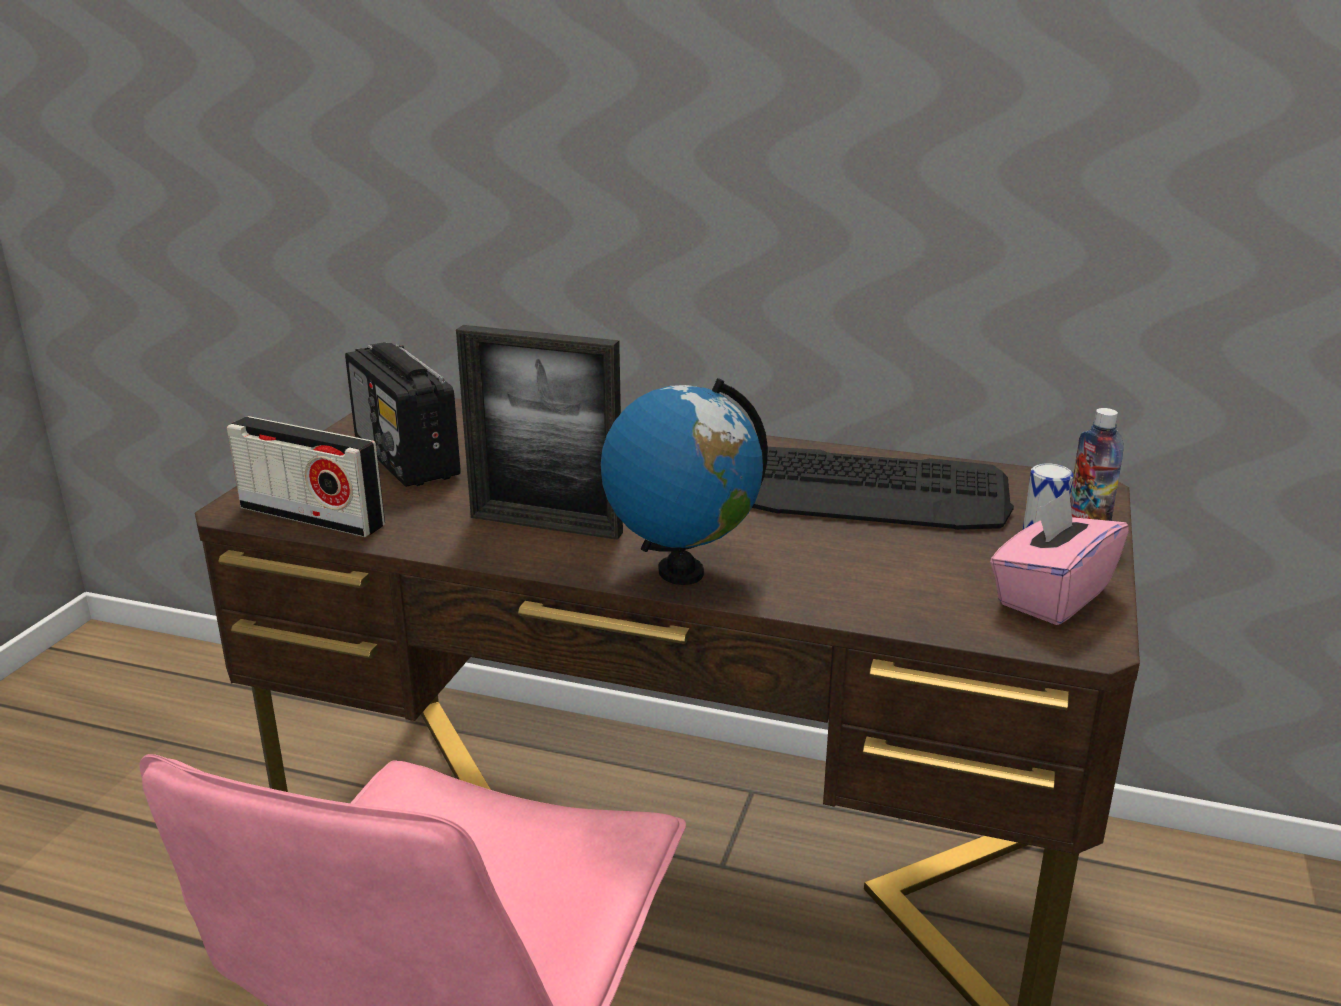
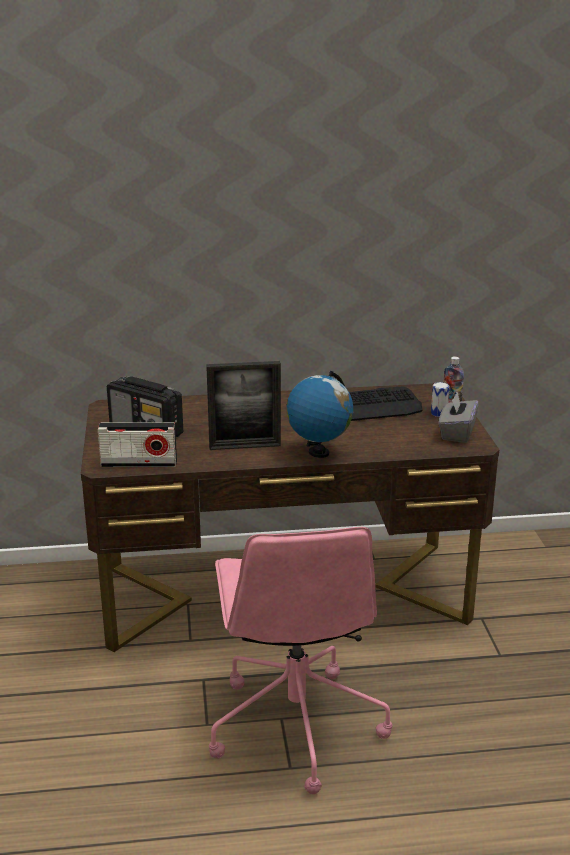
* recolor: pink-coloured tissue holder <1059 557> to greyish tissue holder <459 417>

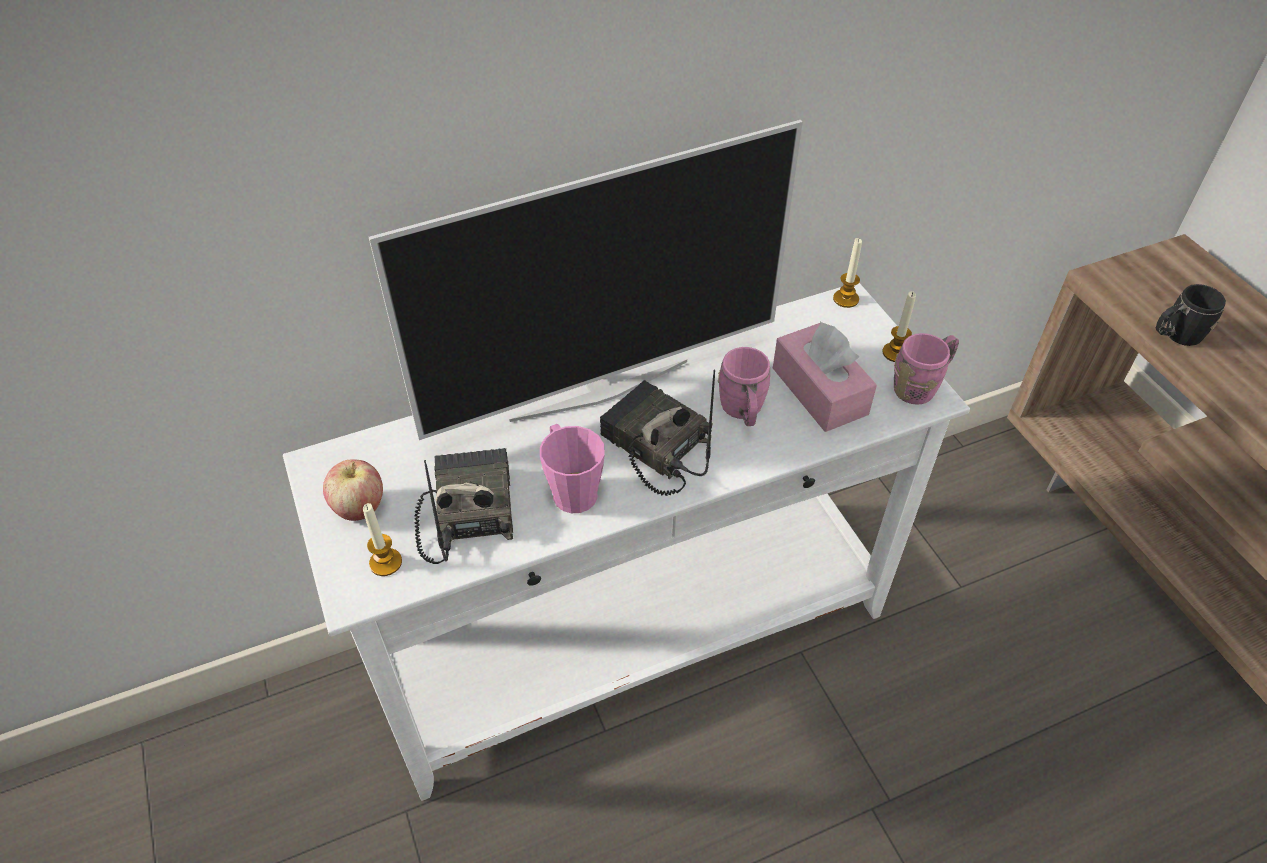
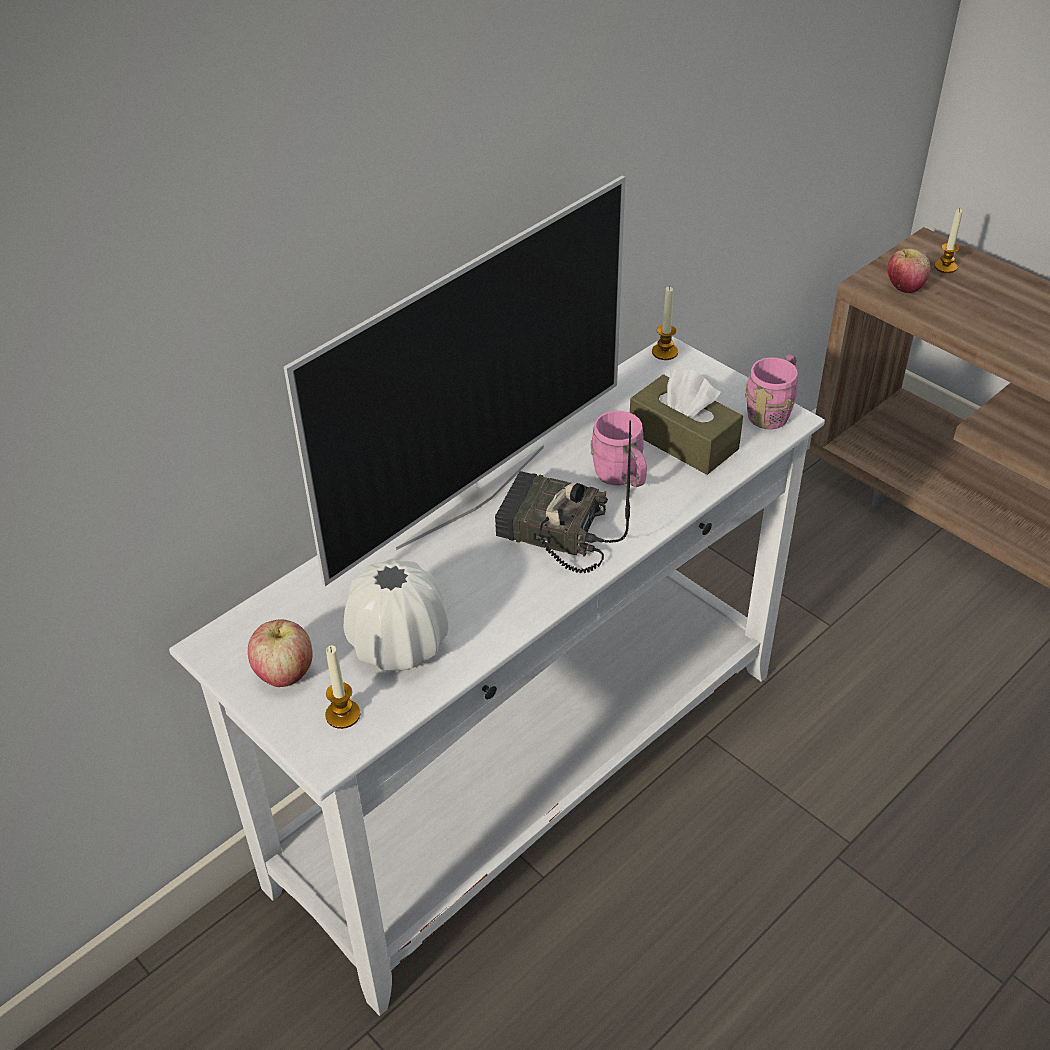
* delete: black-coloured mug <1191 315>
* move: wax candle <899 326> to <948 241>
* recolor: pink-coloured tissue holder <825 376> to brownish tissue holder <686 422>
* delete: pink-coloured mug <572 468>
* replace: radio set <463 506> to whitish flower vase <396 615>
* insert: apple <908 271>

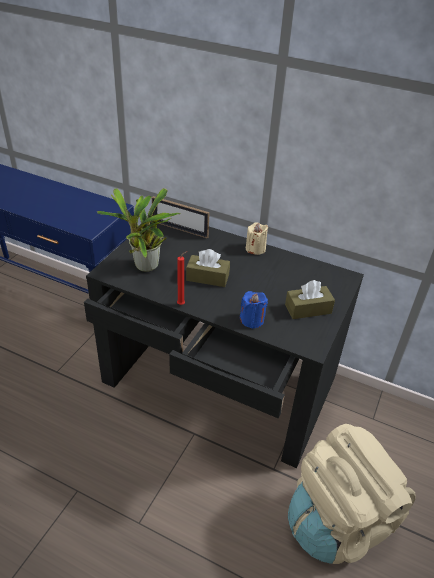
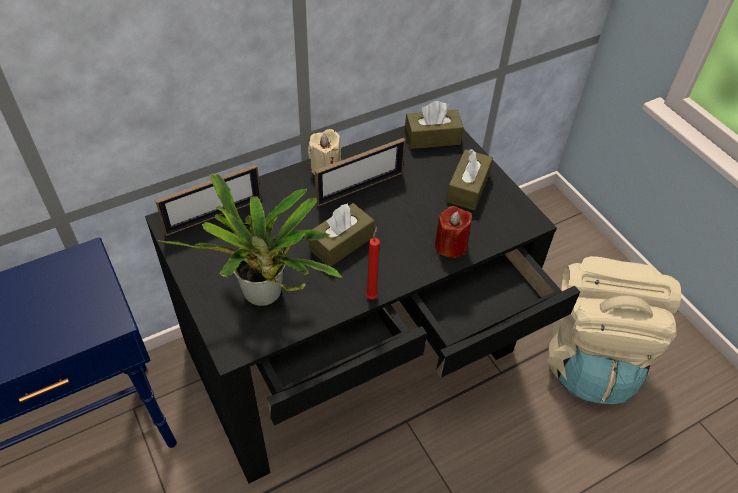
* recolor: blue wax candle <254 310> to red-coloured wax candle <453 232>
* insert: brownish tissue holder <434 125>
* insert: standing frame <360 172>

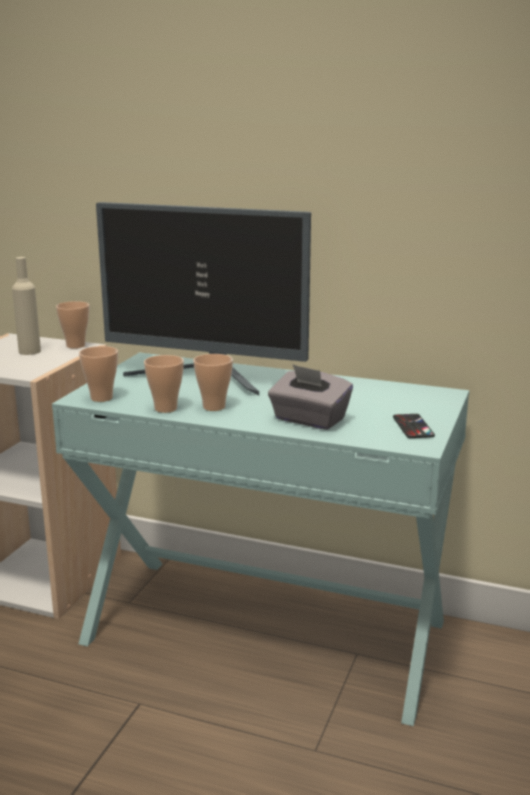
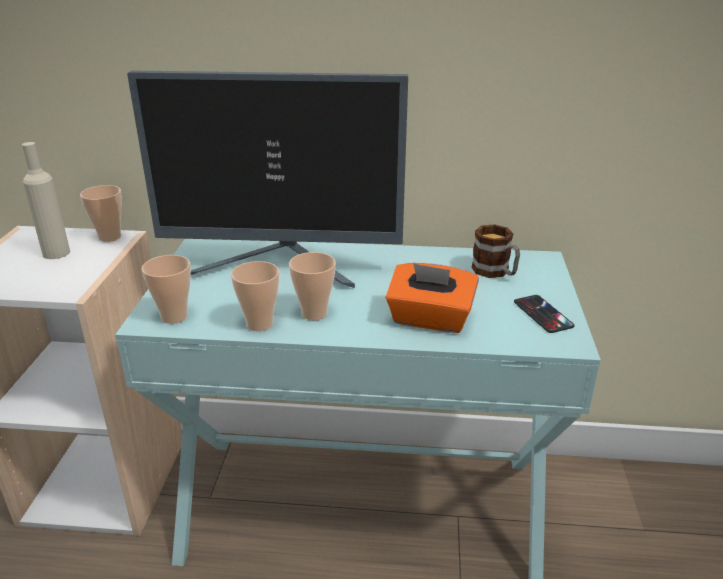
* recolor: greyish tissue holder <310 397> to orange-coloured tissue holder <432 298>
* insert: mug <495 251>

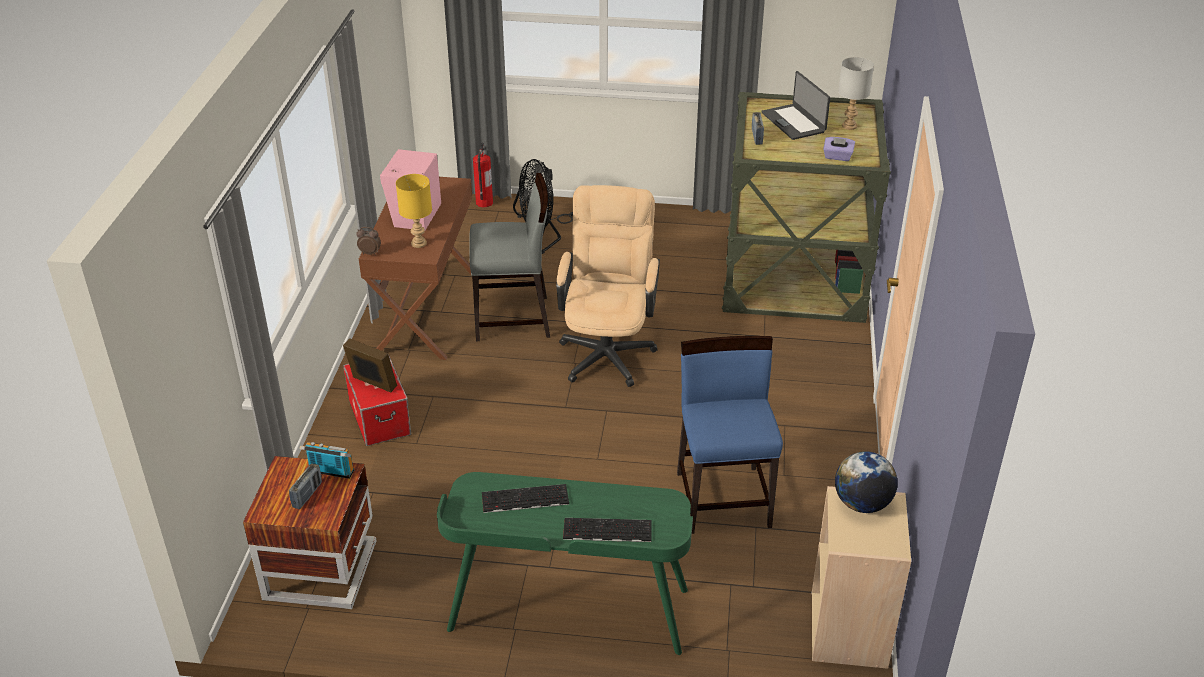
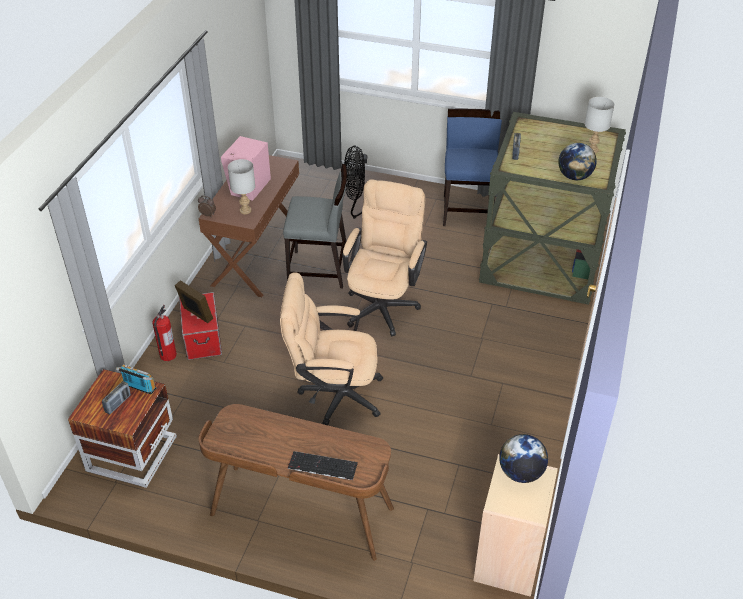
* delete: laptop <795 105>
* replace: purplish tissue holder <839 149> to globe <577 161>
* move: fire-fighting cylinder <483 174> to <164 333>
* recolor: yellow tabletop lamp <414 211> to greyish tabletop lamp <241 186>
* move: blue upright chair <730 435> to <472 167>
* recolor: green desk <565 563> to brownish desk <296 482>
* delete: computer keyboard <525 498>
* insert: beige computer chair <331 348>

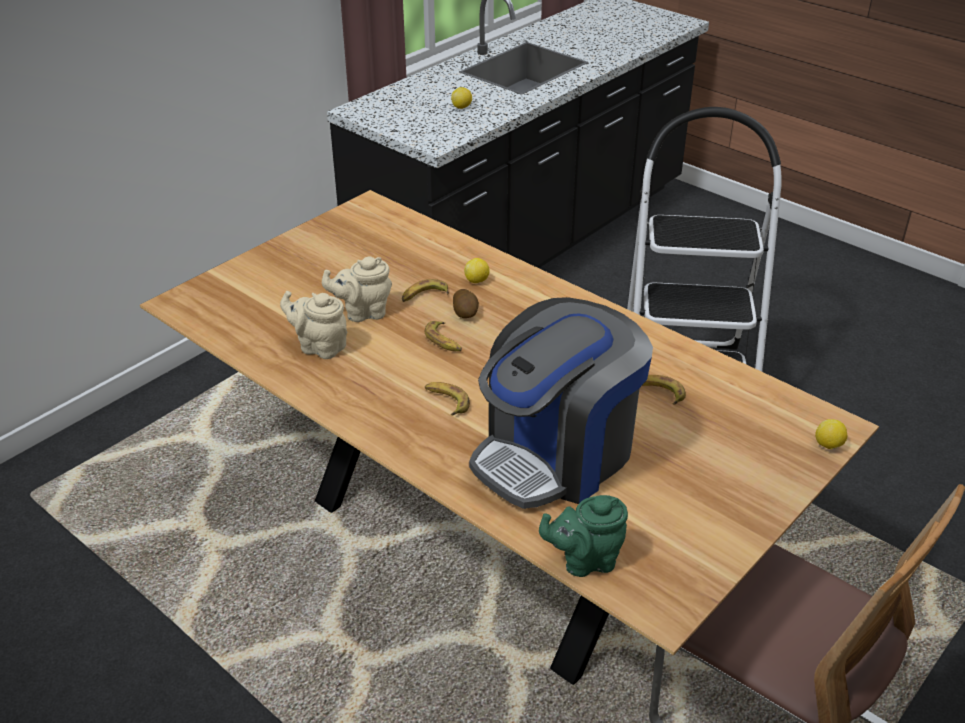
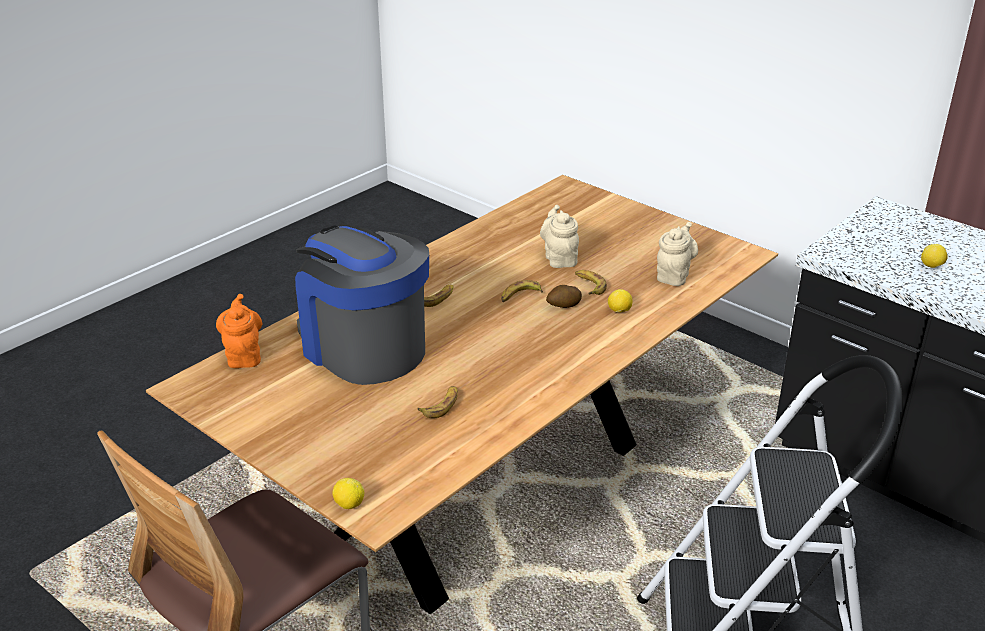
* move: beige tea pot <313 325> to <677 254>
* recolor: green tea pot <583 536> to orange-coloured tea pot <239 331>

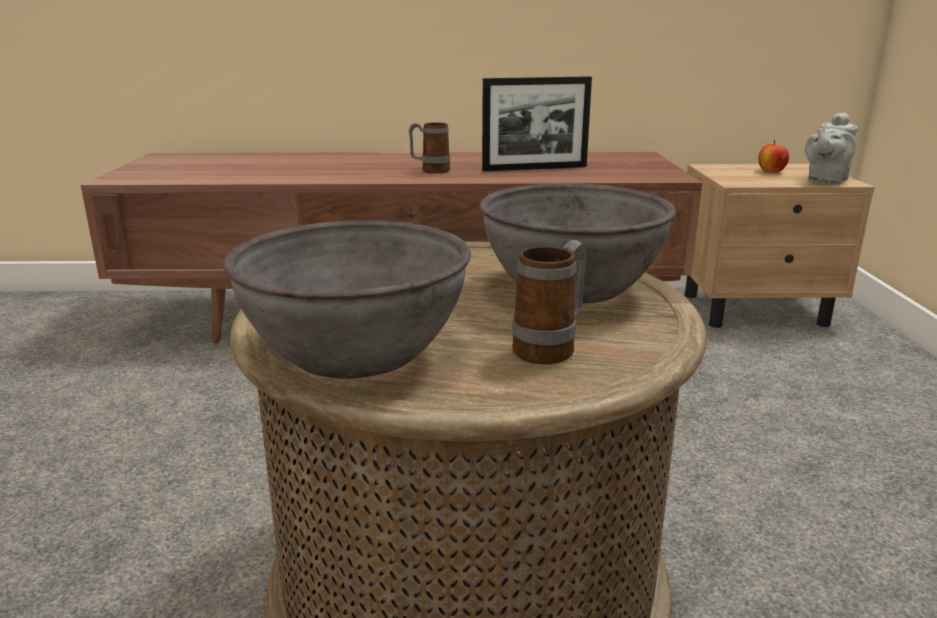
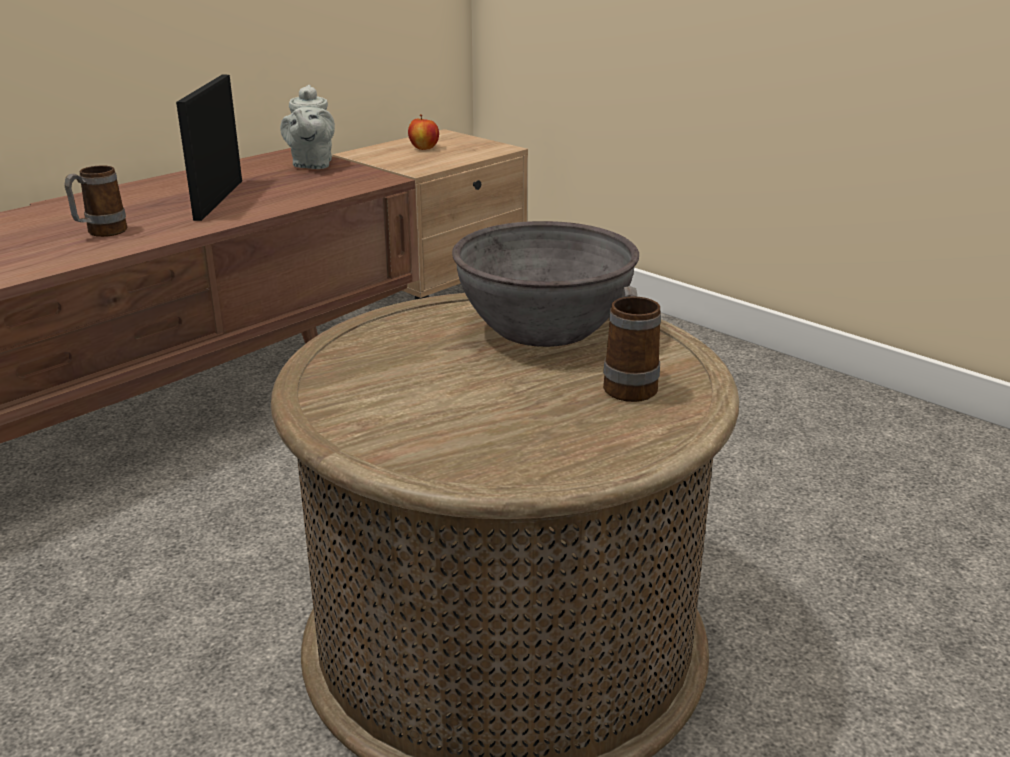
* rotate: standing frame <537 123> = <209 148> 150 degrees clockwise
* move: greyish tea pot <831 148> to <307 127>
* delete: greyish serving bowl <347 299>

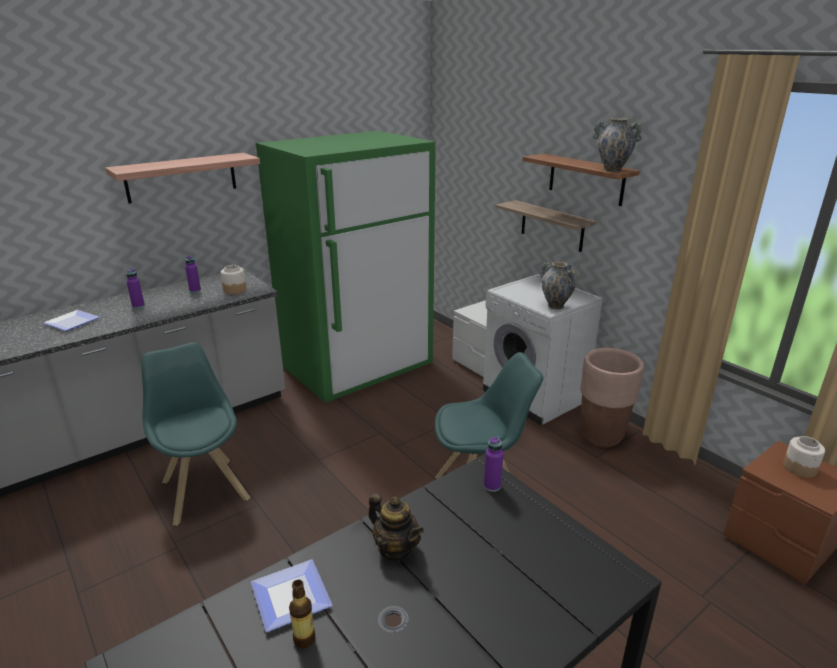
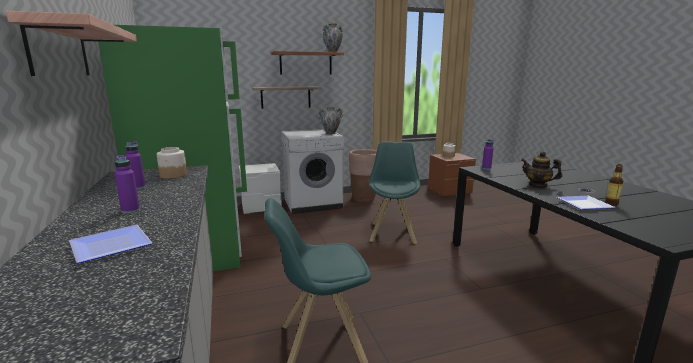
* rotate: tea pot <396 526> = <541 169> 120 degrees counterclockwise

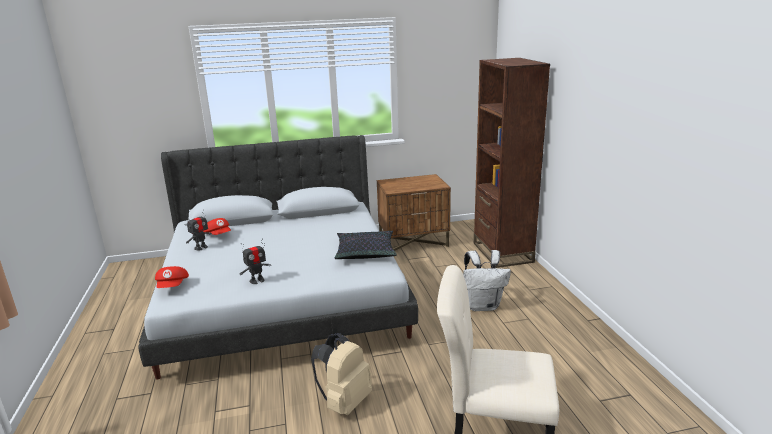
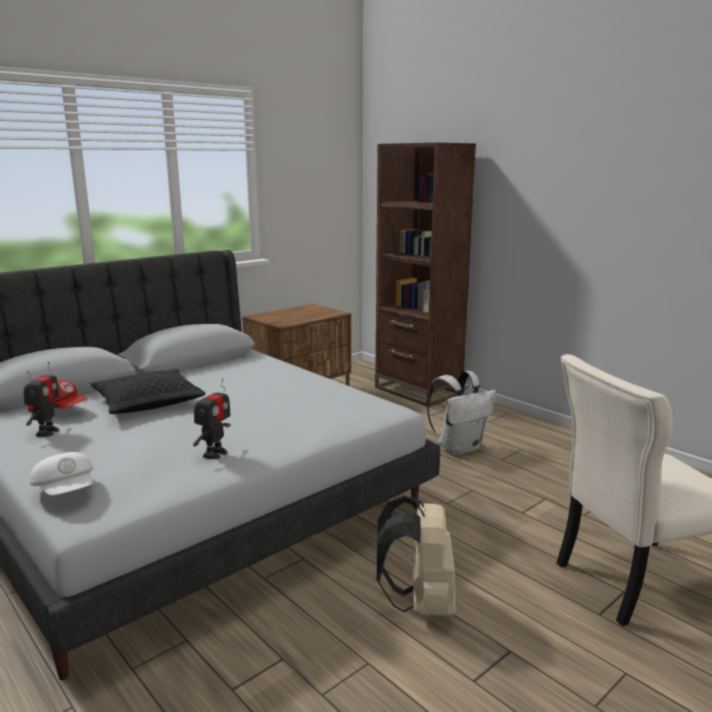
* move: black-coloured pillow <366 245> to <148 391>
* recolor: red-coloured peaked cap <172 277> to whitish peaked cap <62 473>

